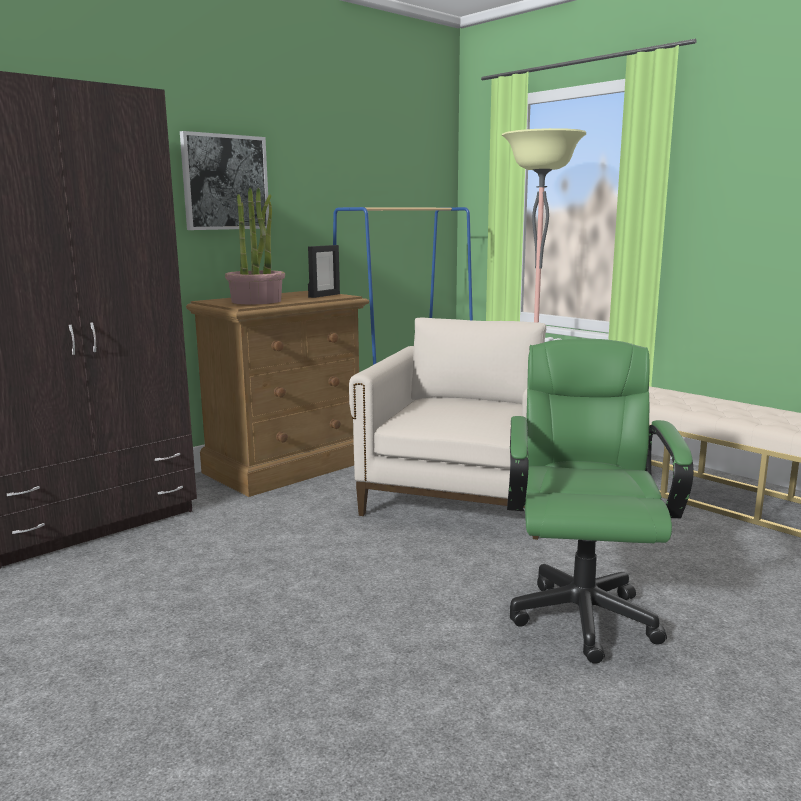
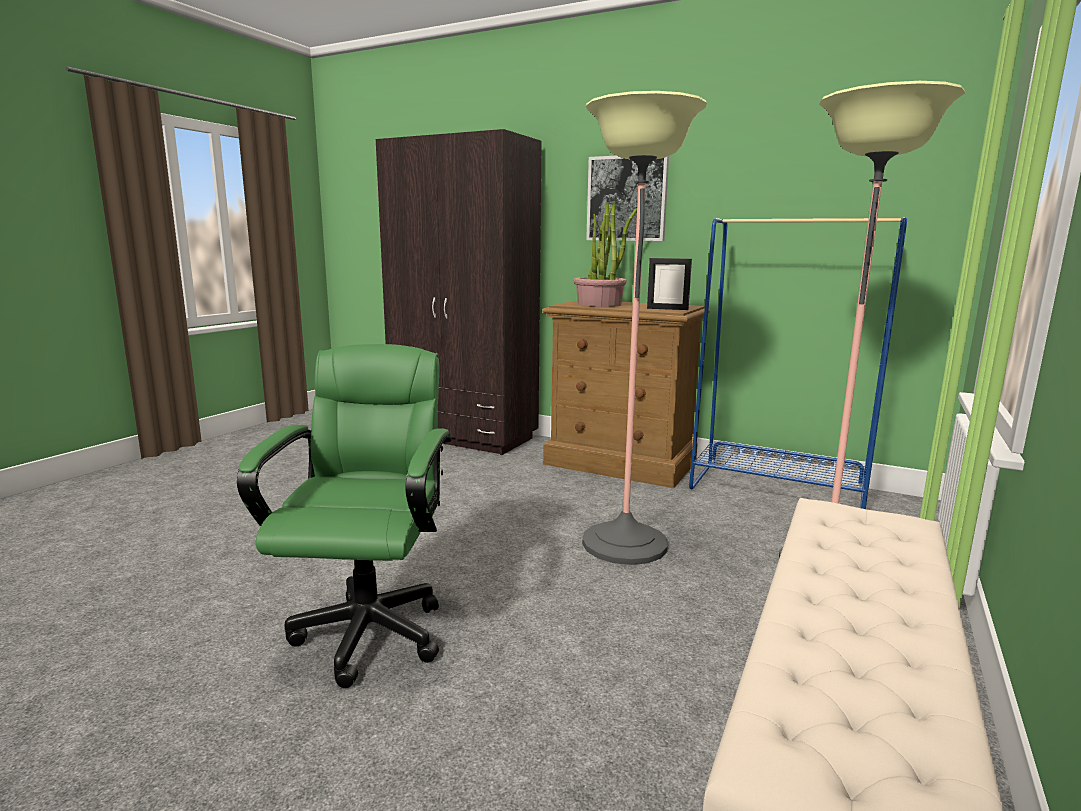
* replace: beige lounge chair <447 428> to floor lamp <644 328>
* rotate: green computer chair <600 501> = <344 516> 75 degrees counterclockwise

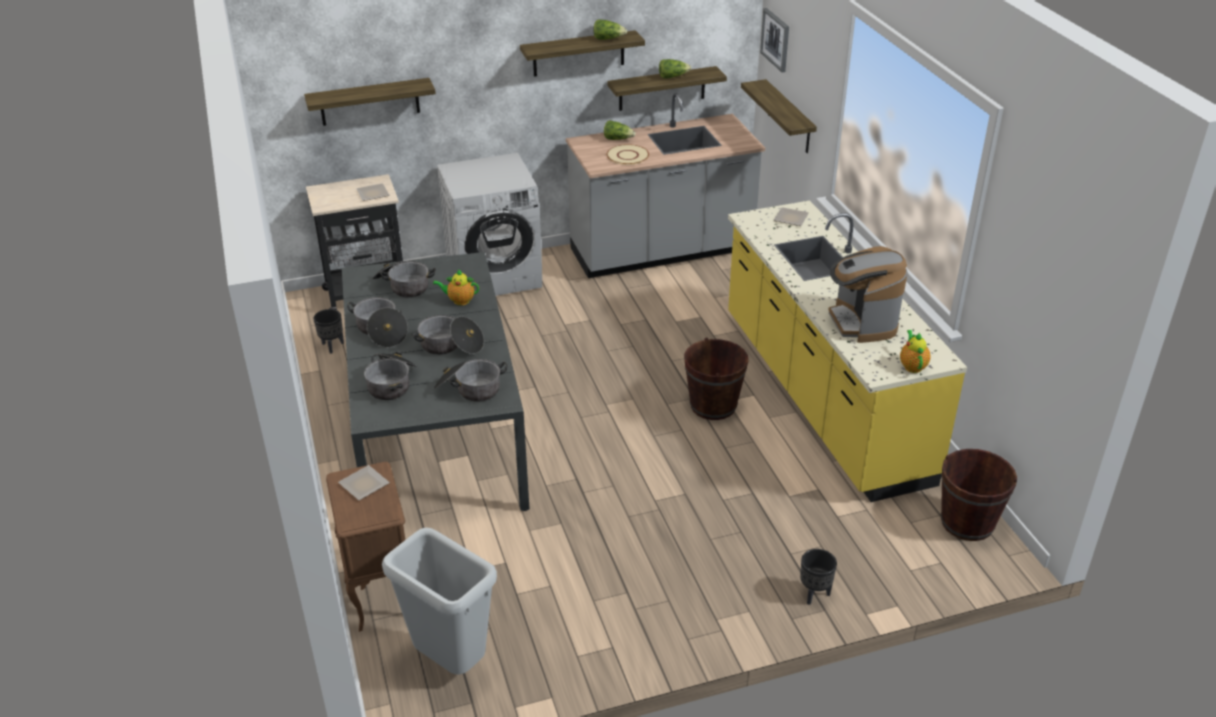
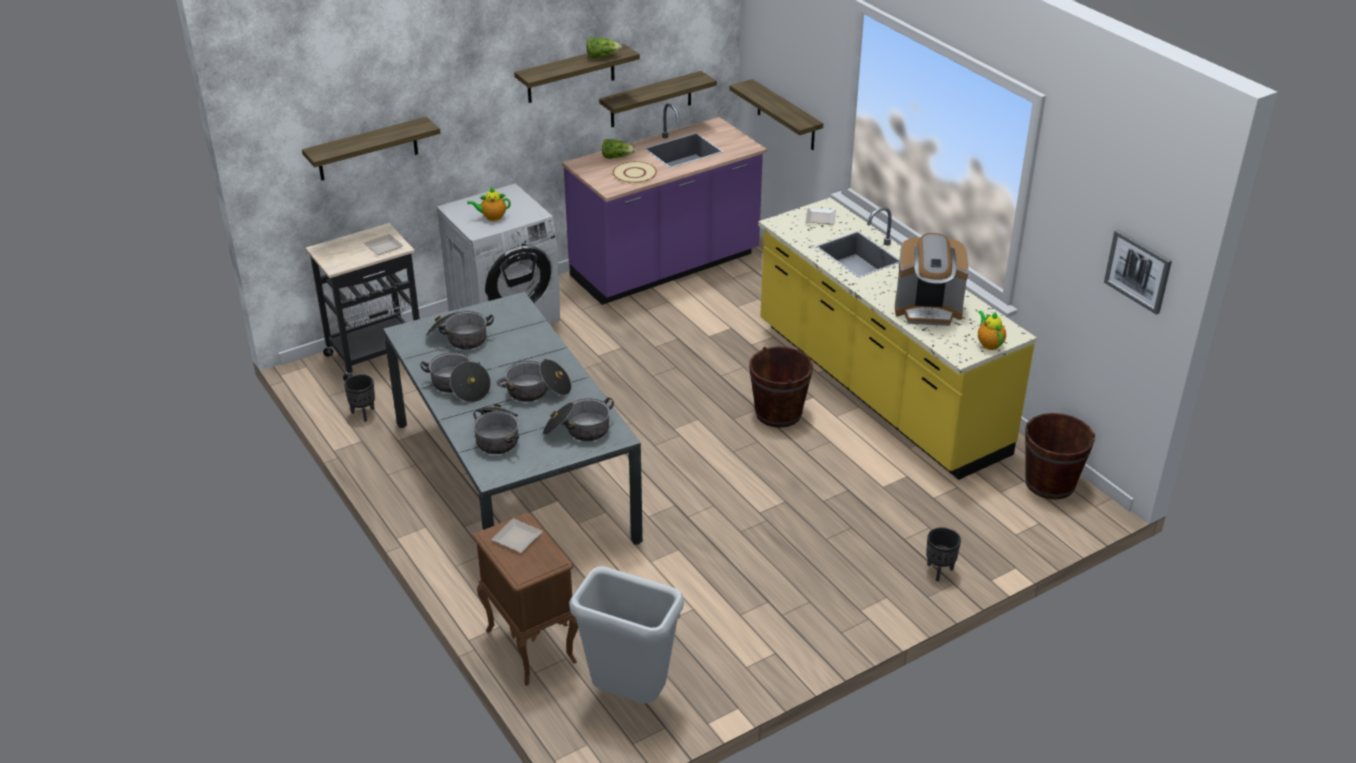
* move: wall picture <774 40> to <1138 272>
* delete: lettuce head <675 69>
* recolor: greyish counter <665 185> to purplish counter <664 204>
* rotate: coffee brewer <868 294> = <931 279> 60 degrees counterclockwise
* move: tea pot <456 287> to <489 204>

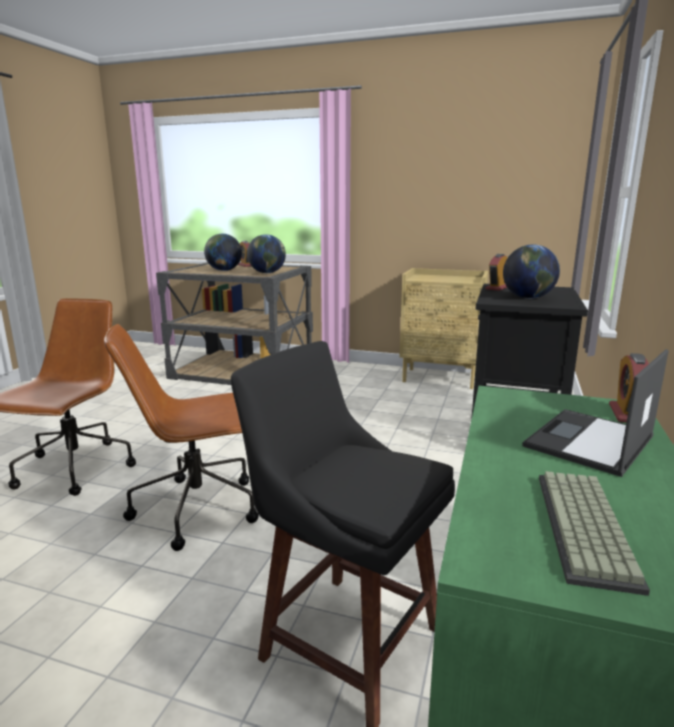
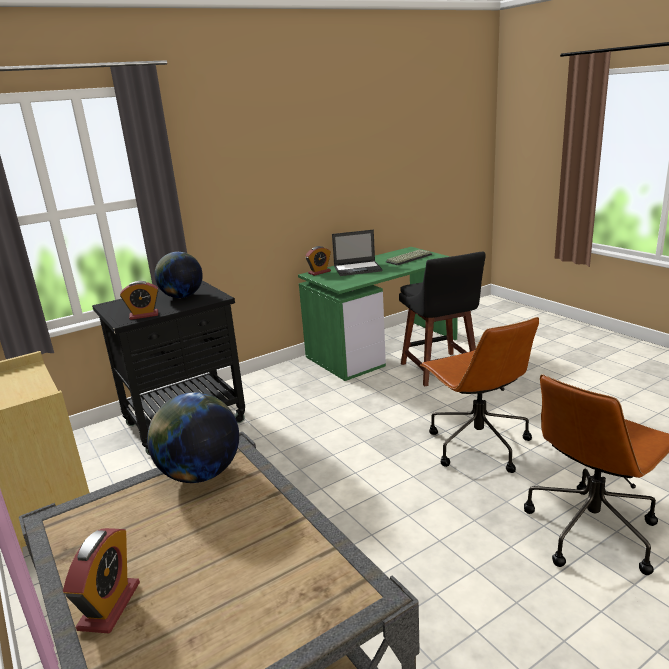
* delete: globe <223 252>
* rotate: brownish computer chair <181 437> = <479 395> 45 degrees clockwise

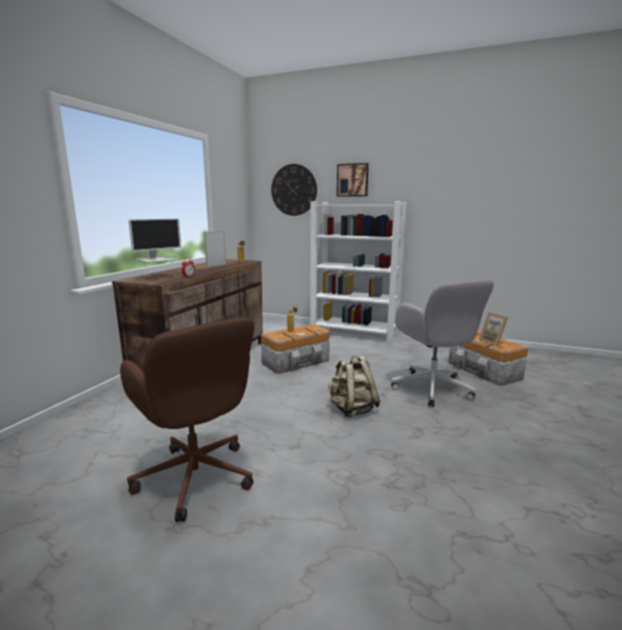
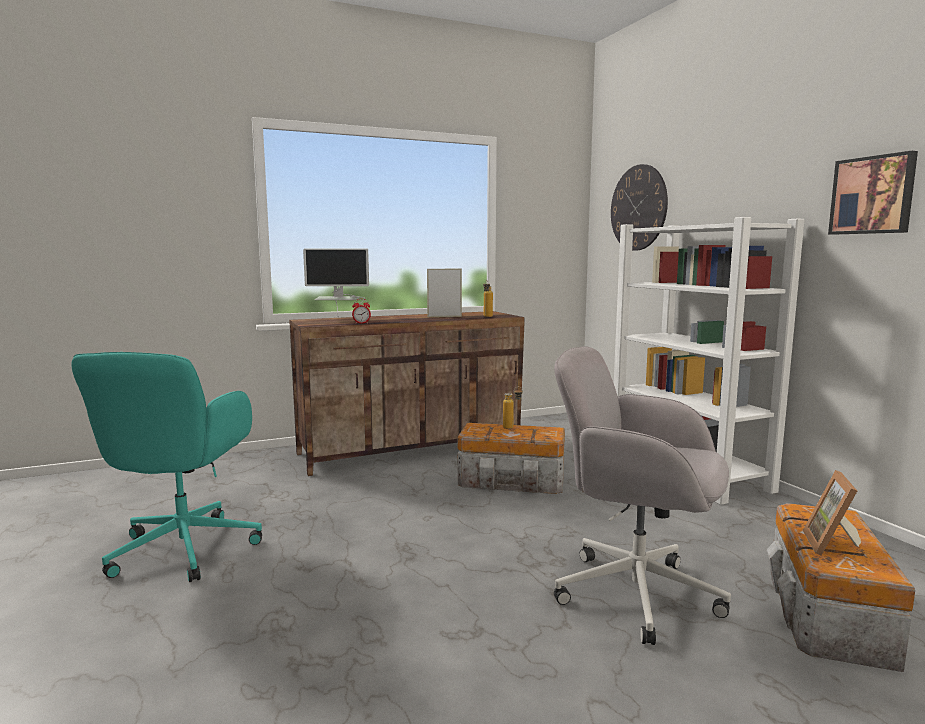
* move: wall picture <353 180> to <873 193>
* rotate: greyish computer chair <442 343> = <642 495> 90 degrees clockwise
* recolor: brownish computer chair <187 419> to turquoise-coloured computer chair <167 467>
* delete: beige backpack <354 386>

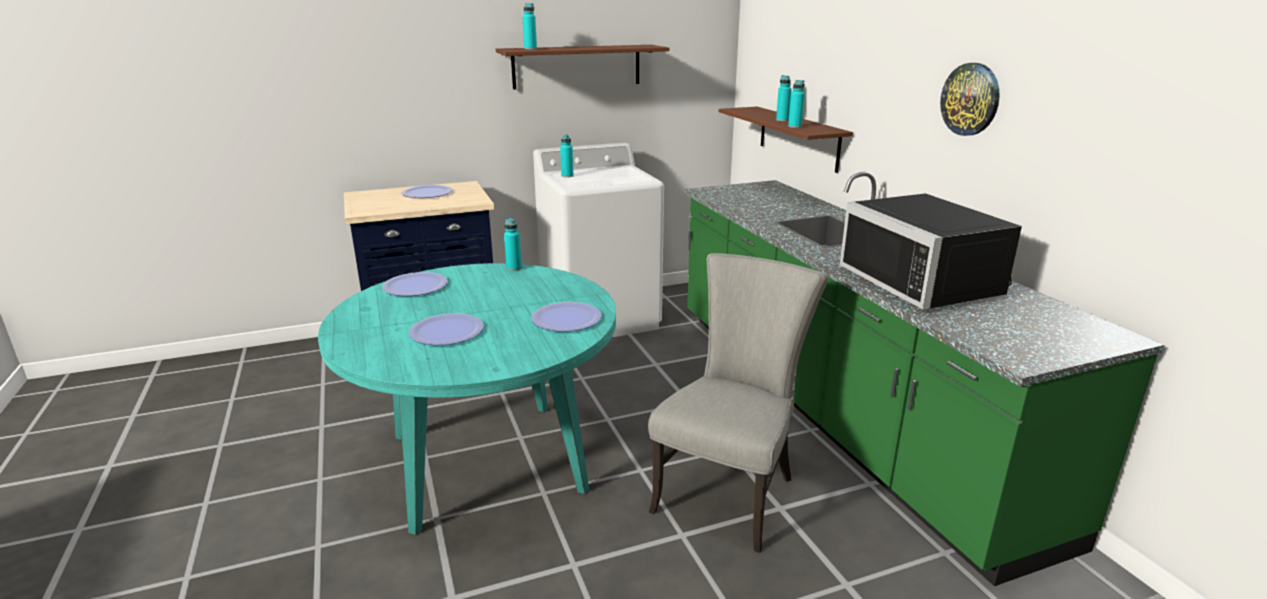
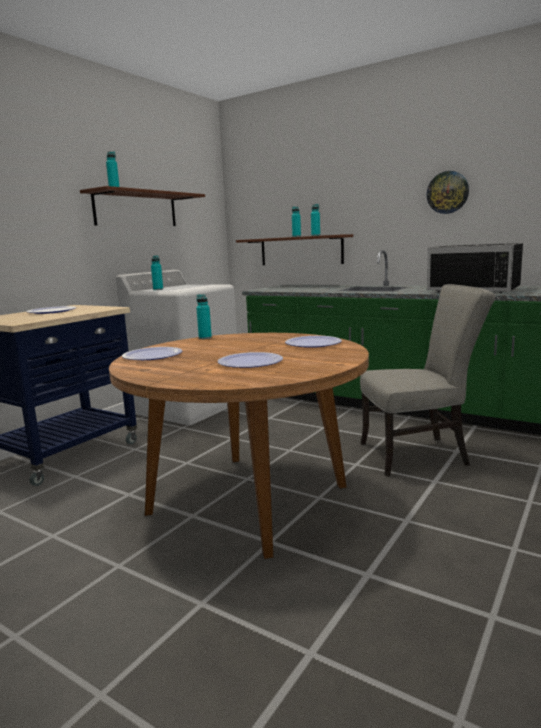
* rotate: greyish upright chair <738 403> = <428 380> 90 degrees clockwise
* recolor: turquoise-coloured dining table <467 399> to brownish dining table <239 446>

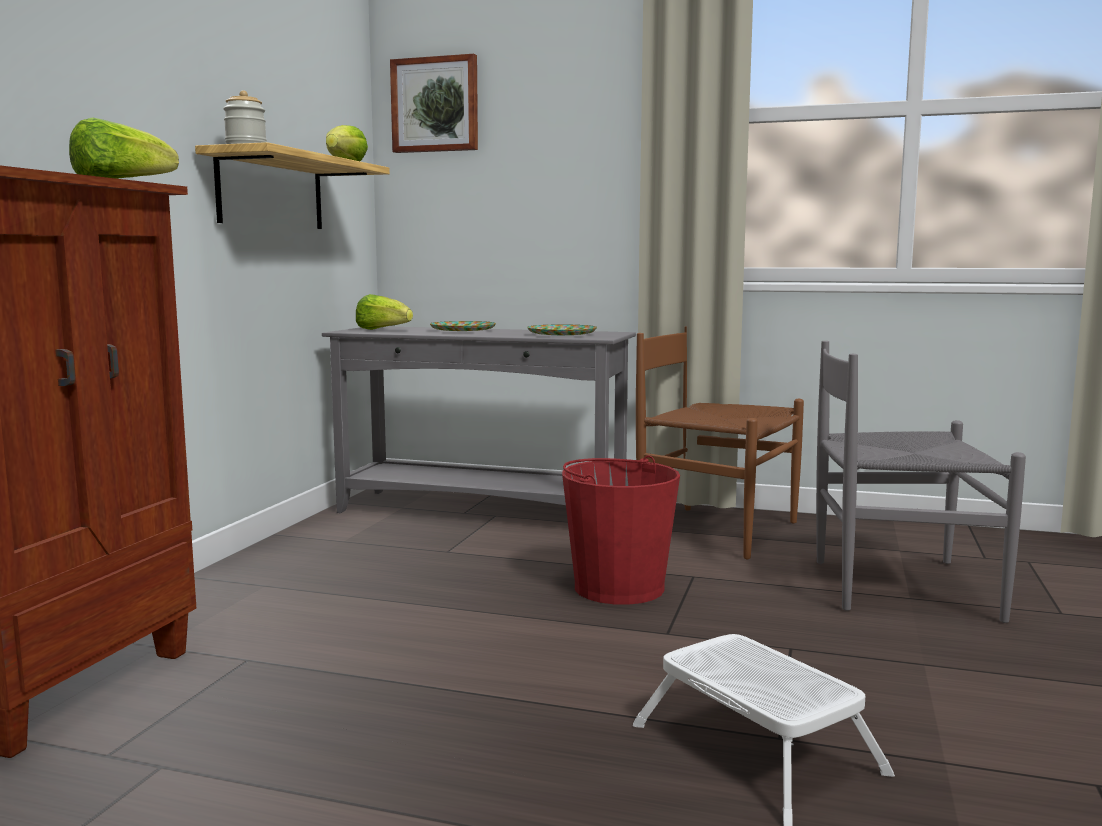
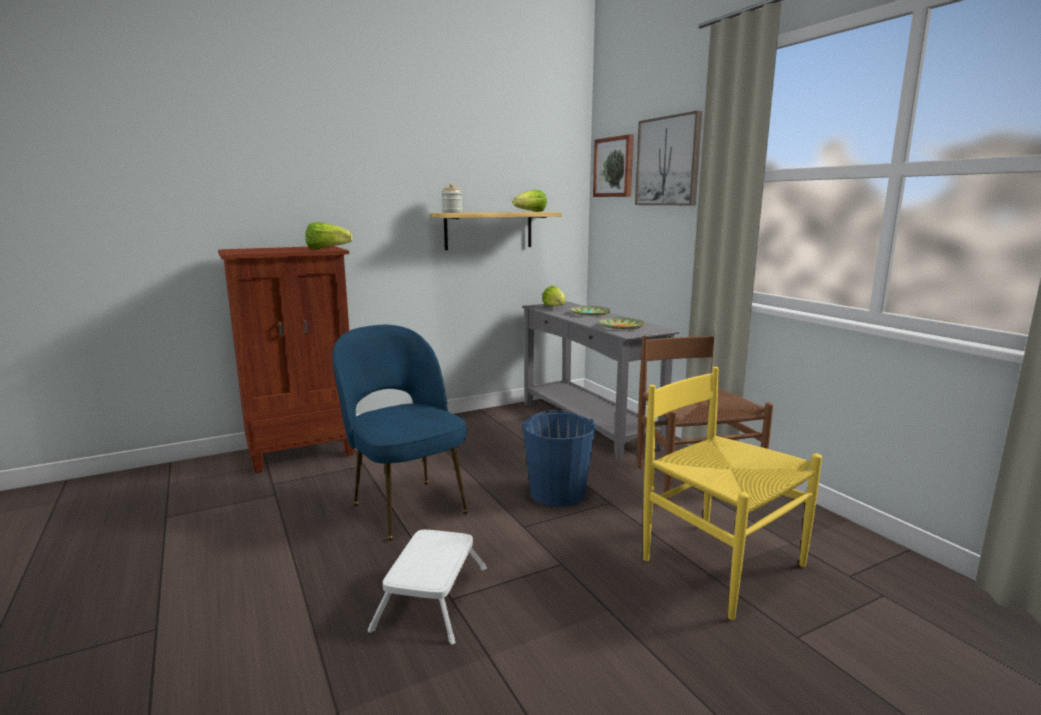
* recolor: greyish upright chair <921 482> to yellow upright chair <732 493>
* recolor: red-coloured water bucket <621 530> to blue water bucket <559 458>
* insert: wall picture <668 158>
* insert: blue upright chair <400 433>

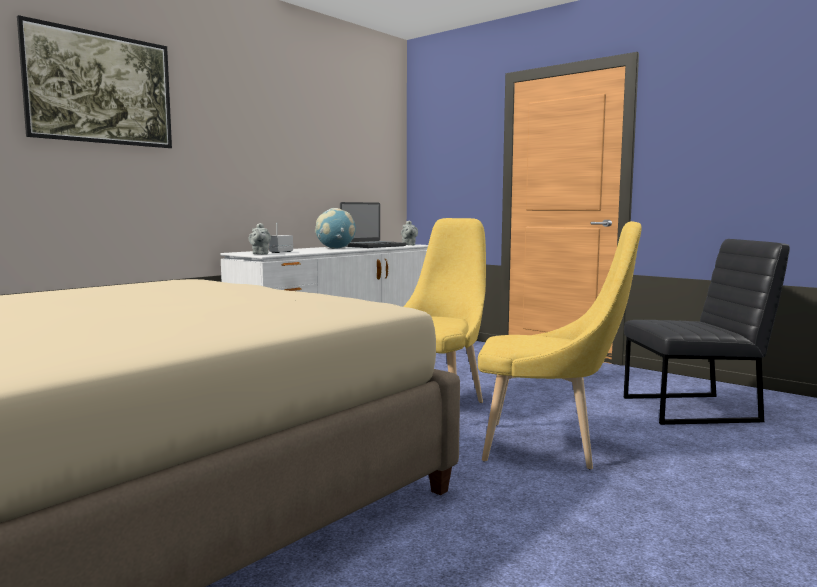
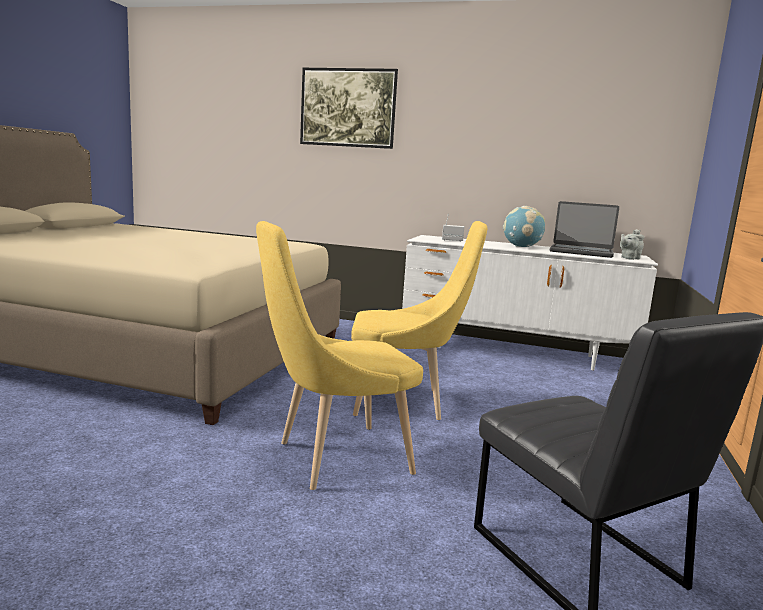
* rotate: yellow upright chair <560 345> = <339 355> 75 degrees clockwise
* delete: greyish tea pot <260 238>

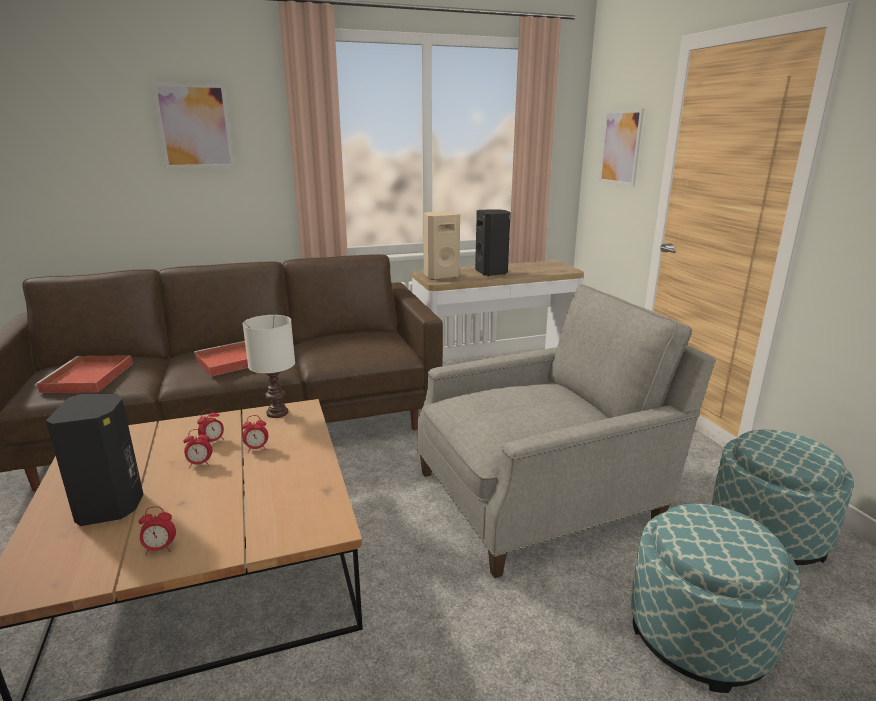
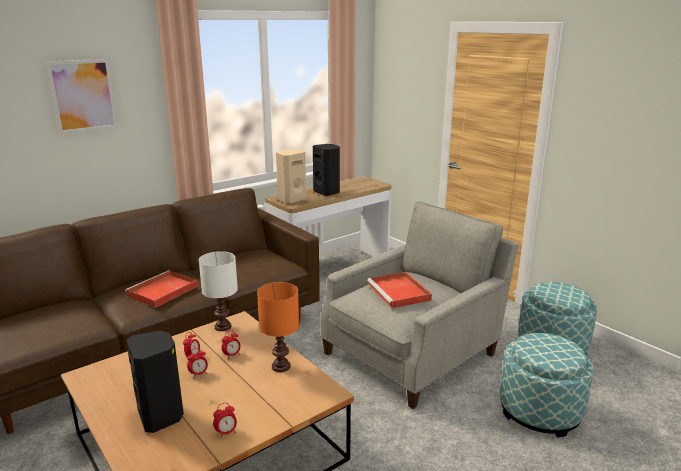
* delete: wall picture <621 148>
* move: red-coloured carrying tray <84 374> to <399 290>
* insert: orange-coloured tabletop lamp <278 327>

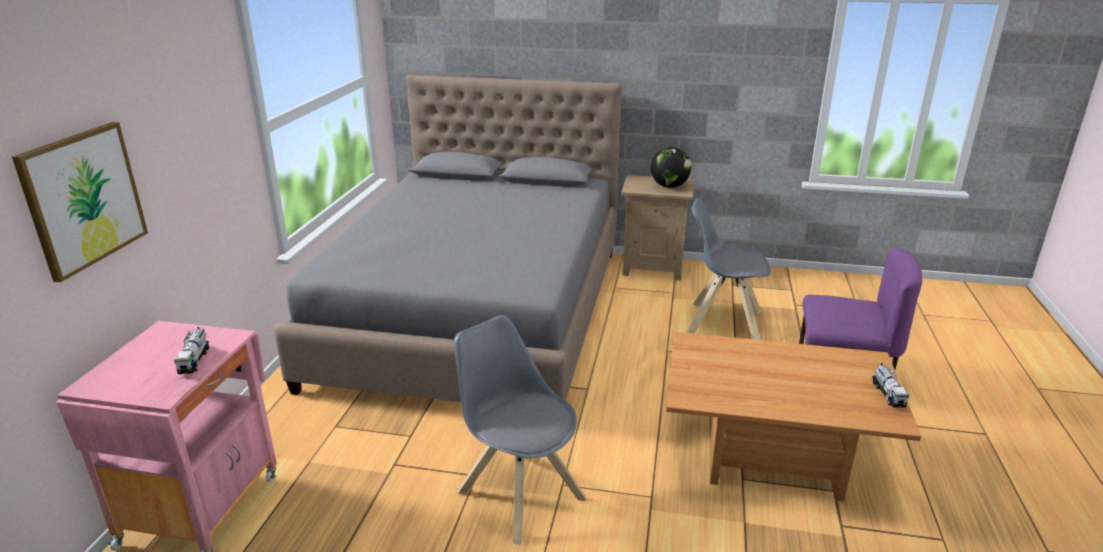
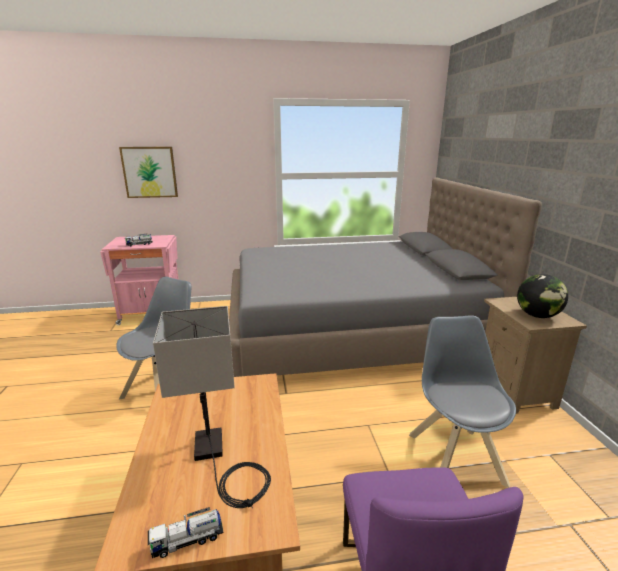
* insert: tabletop lamp <212 407>

